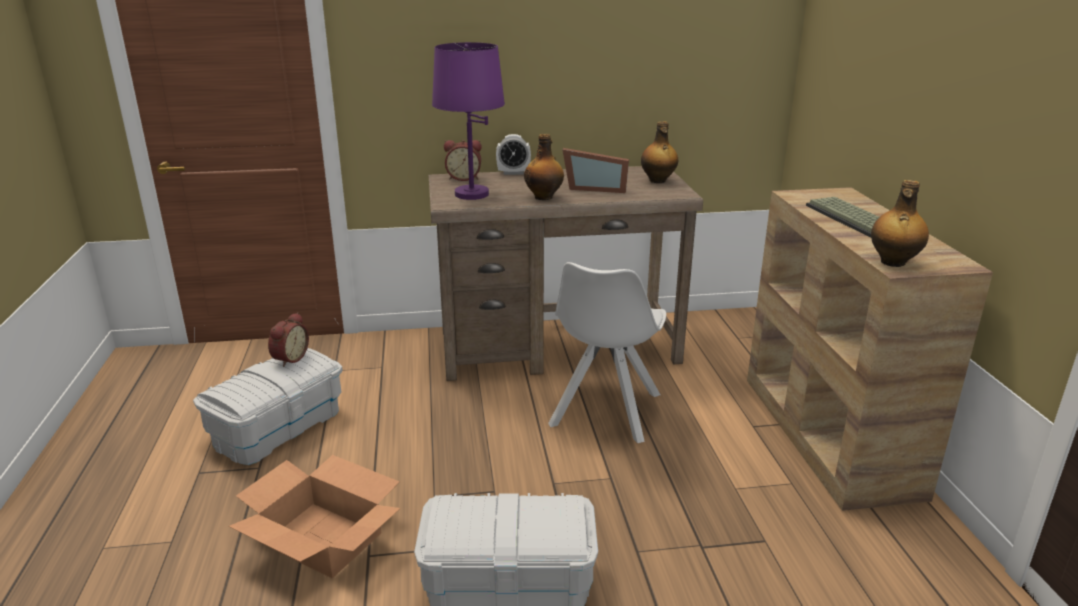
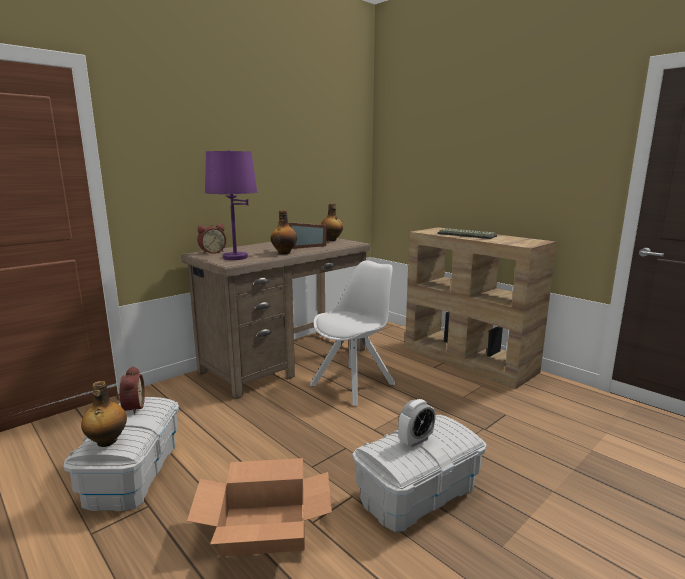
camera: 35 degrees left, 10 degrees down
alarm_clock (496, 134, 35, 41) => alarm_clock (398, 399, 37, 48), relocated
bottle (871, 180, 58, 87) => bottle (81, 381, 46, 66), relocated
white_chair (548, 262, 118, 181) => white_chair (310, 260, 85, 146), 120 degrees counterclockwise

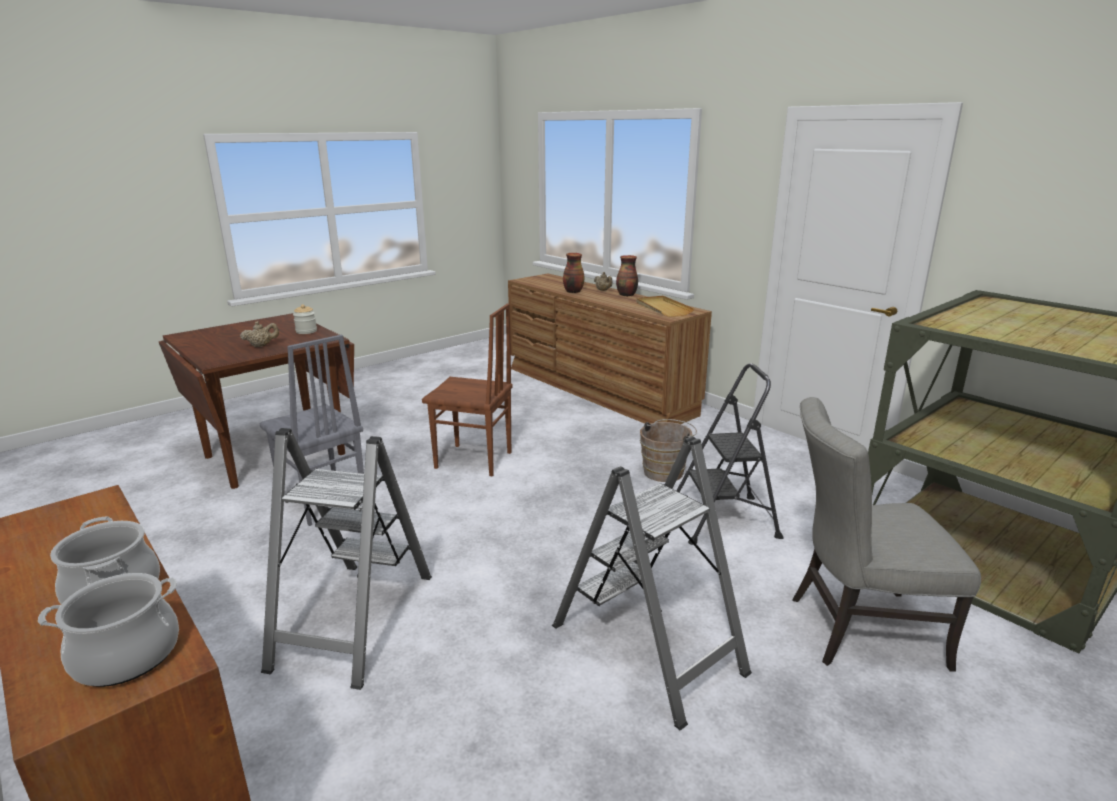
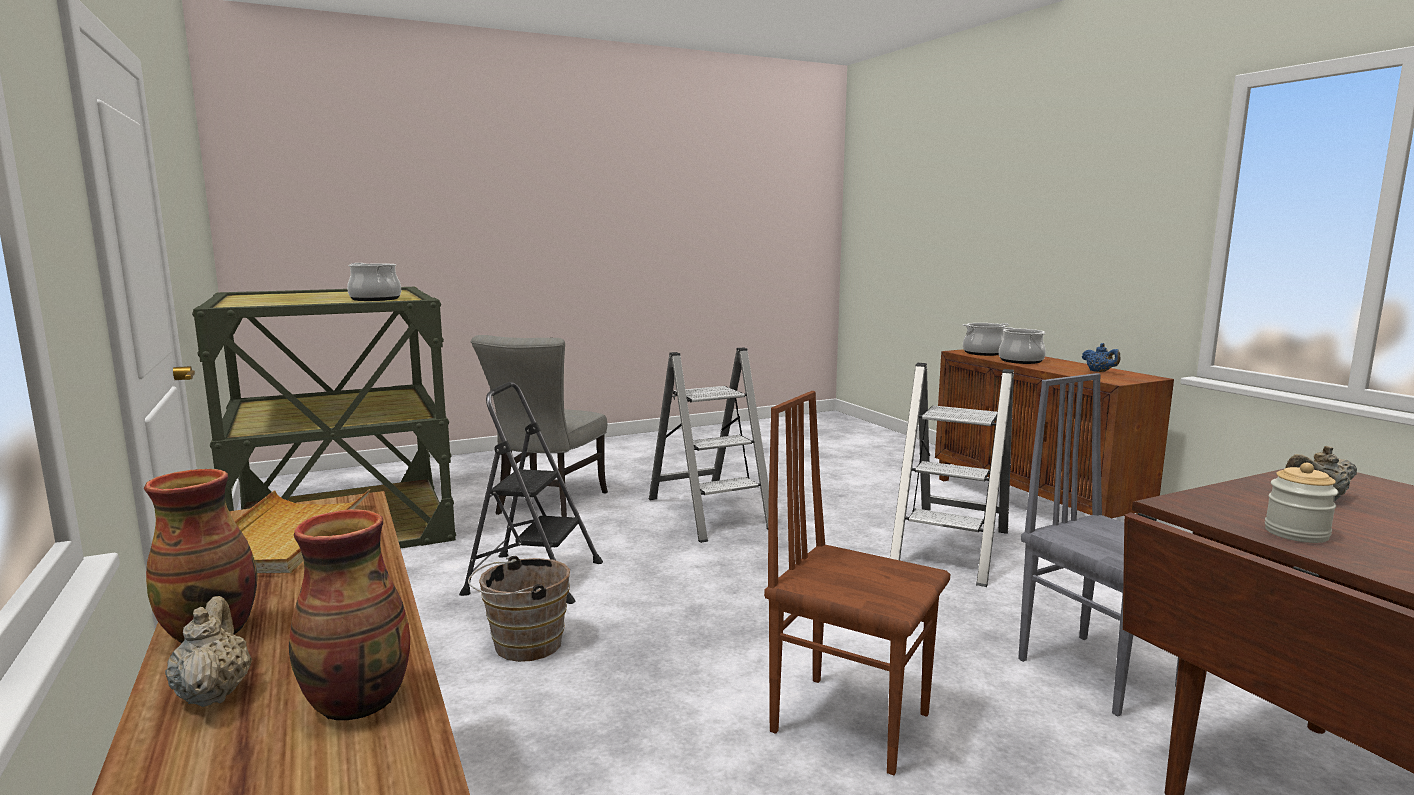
camera: 165 degrees left, 10 degrees down
nothing => cooking_pot (347, 263, 54, 38)
nothing => blue_teapot (1082, 343, 38, 29)
grey_chair (792, 397, 189, 275) => grey_chair (471, 335, 137, 182), 90 degrees clockwise

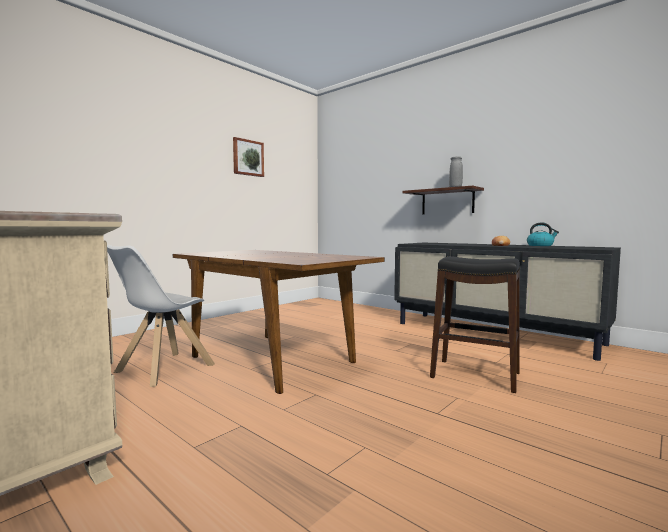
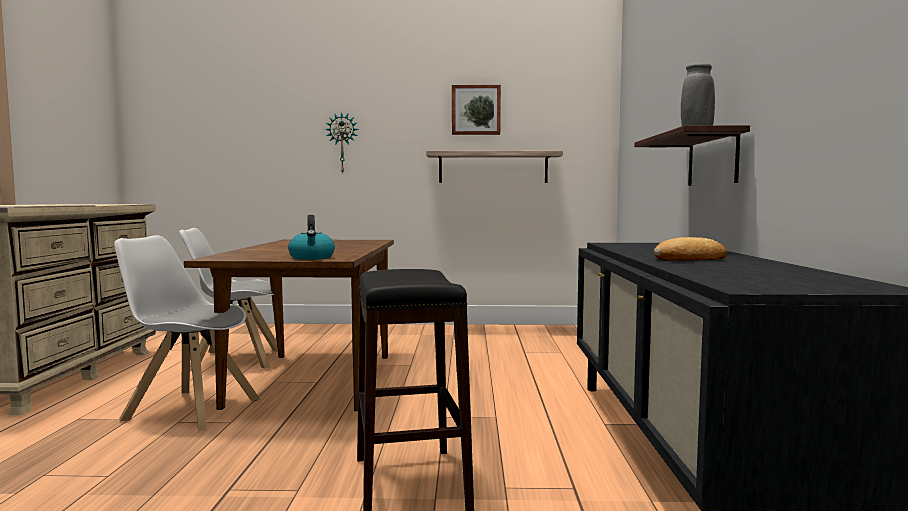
camera: 50 degrees right, 0 degrees up
nothing => chair (114, 235, 146, 196)
nothing => wall_clock (325, 112, 34, 63)
nothing => shelf (426, 151, 137, 32)
kettle (527, 222, 32, 24) => kettle (288, 215, 47, 45), relocated

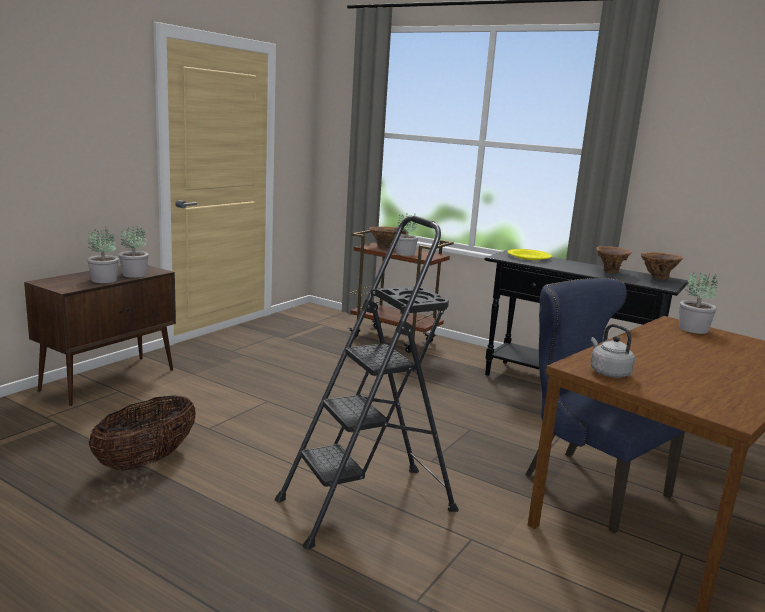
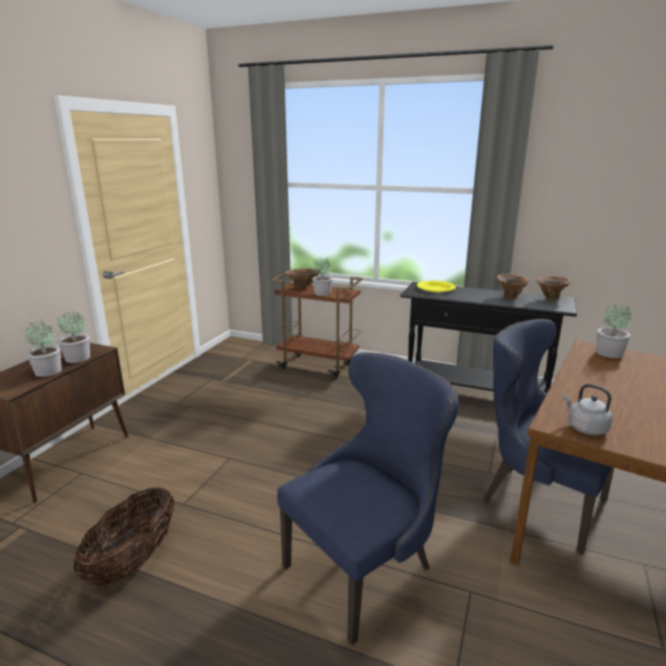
camera: 10 degrees left, 5 degrees up
step_ladder (275, 215, 184, 335) => blue_chair (277, 352, 182, 293)

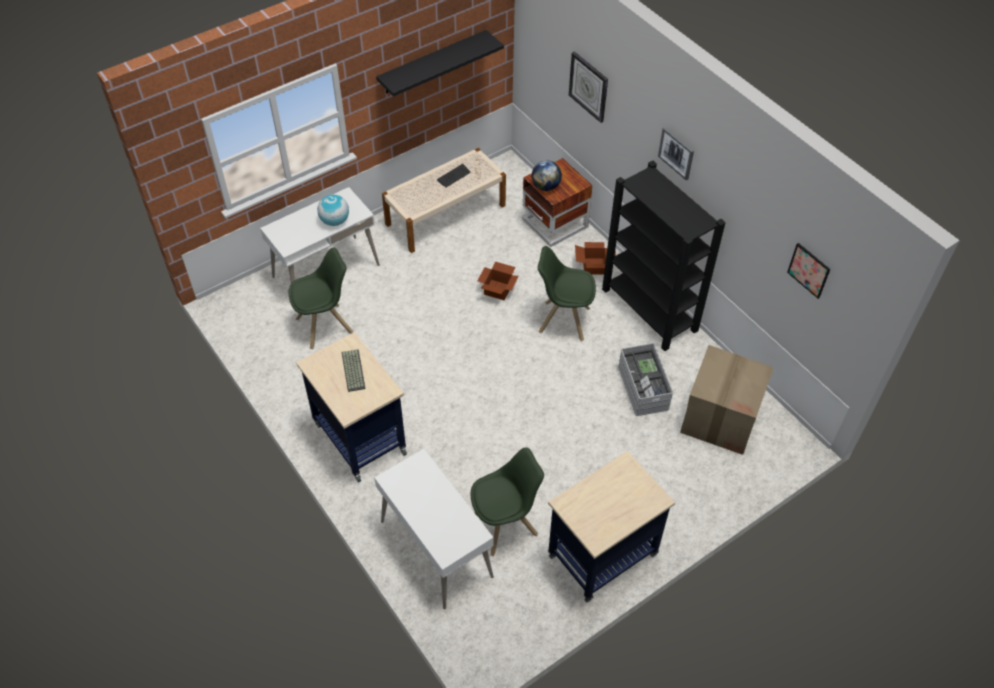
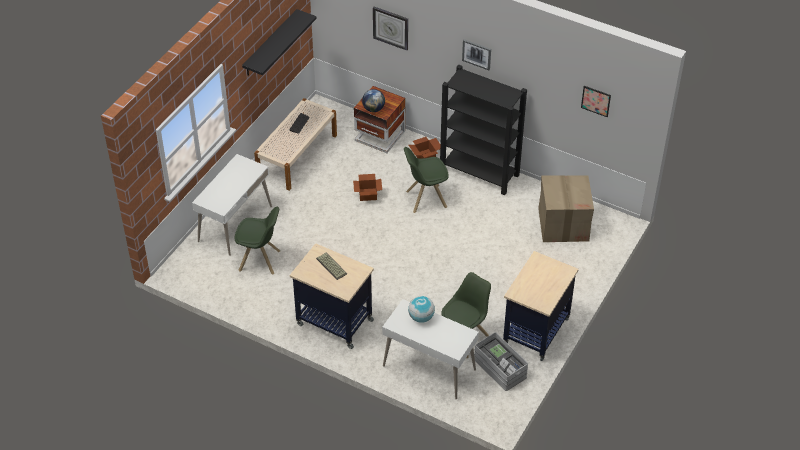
camera: 25 degrees left, 5 degrees down
globe (317, 194, 32, 32) => globe (408, 296, 27, 27), relocated
grey_storage_box (618, 343, 55, 73) => grey_storage_box (474, 332, 54, 59), relocated
green_chair (288, 247, 65, 102) => green_chair (235, 207, 45, 68), 60 degrees clockwise

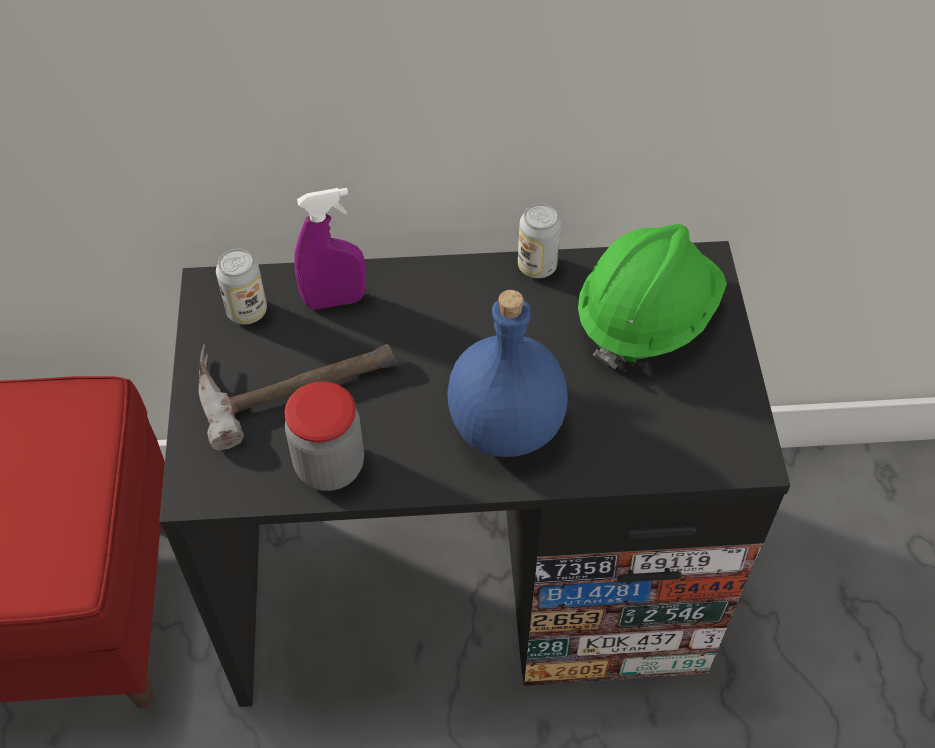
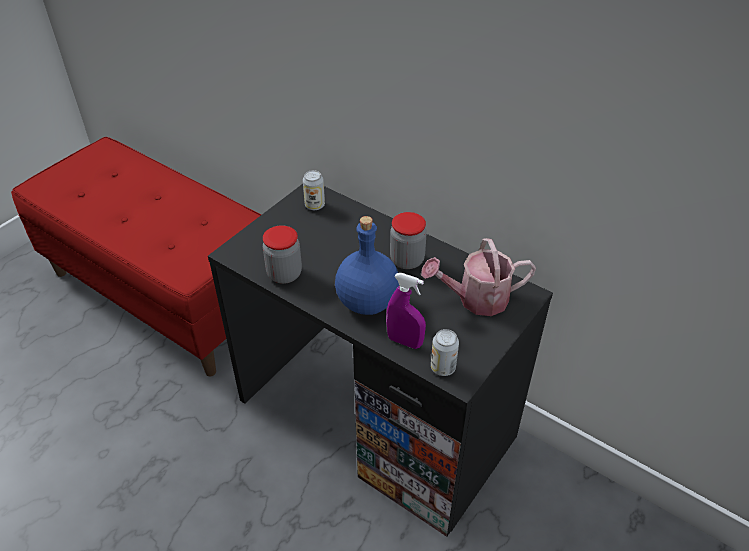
camera: 40 degrees right, 10 degrees down
hammer (199, 343, 198, 108) => nothing
nothing => jar (390, 212, 37, 57)
purple_spray_bottle (294, 188, 72, 122) => purple_spray_bottle (386, 273, 40, 76), relocated
can (518, 203, 43, 75) => can (431, 329, 28, 47), relocated
green_hard_hat (578, 224, 149, 145) => watering_can (421, 238, 115, 78)

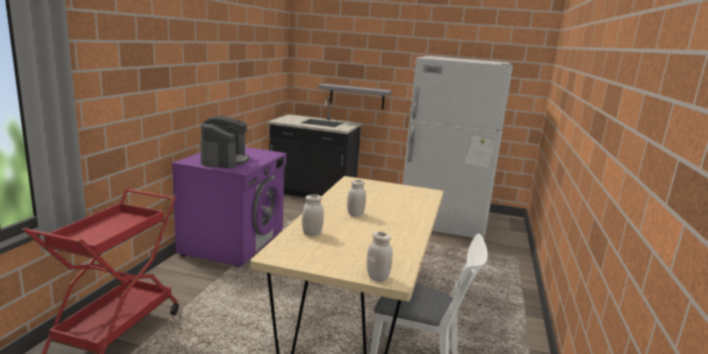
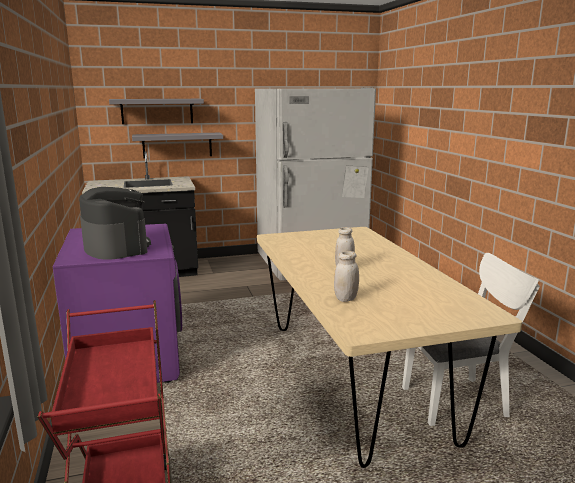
camera: 30 degrees left, 0 degrees up
white_jar (366, 231, 26, 50) => nothing
nothing => grey_shelf (109, 99, 95, 25)

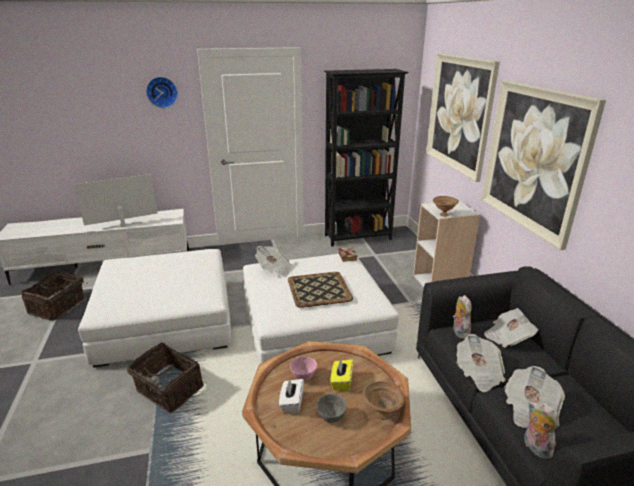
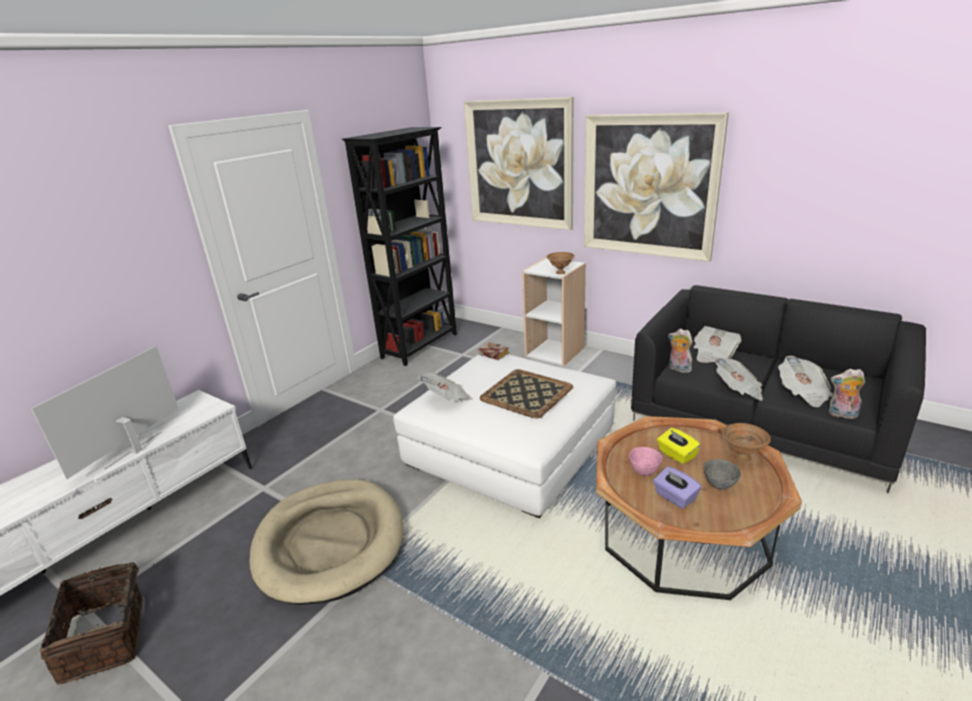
camera: 40 degrees left, 0 degrees up
basket (127, 342, 77, 71) => nothing
wall_clock (146, 77, 32, 31) => nothing
white_ottoman (78, 249, 153, 119) => beige_dog_bed (249, 479, 155, 126)
white_tissue_box (279, 378, 25, 36) => purple_tissue_box (653, 466, 48, 43)

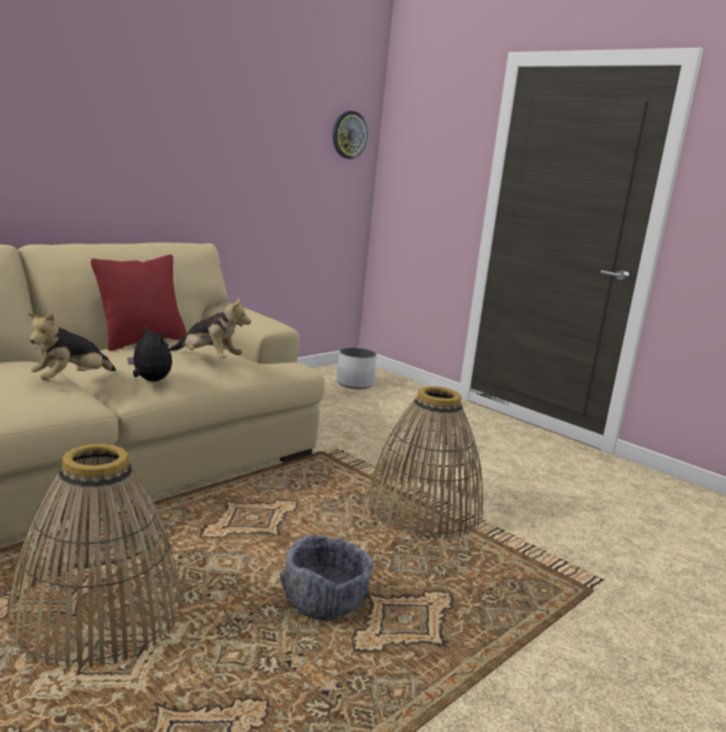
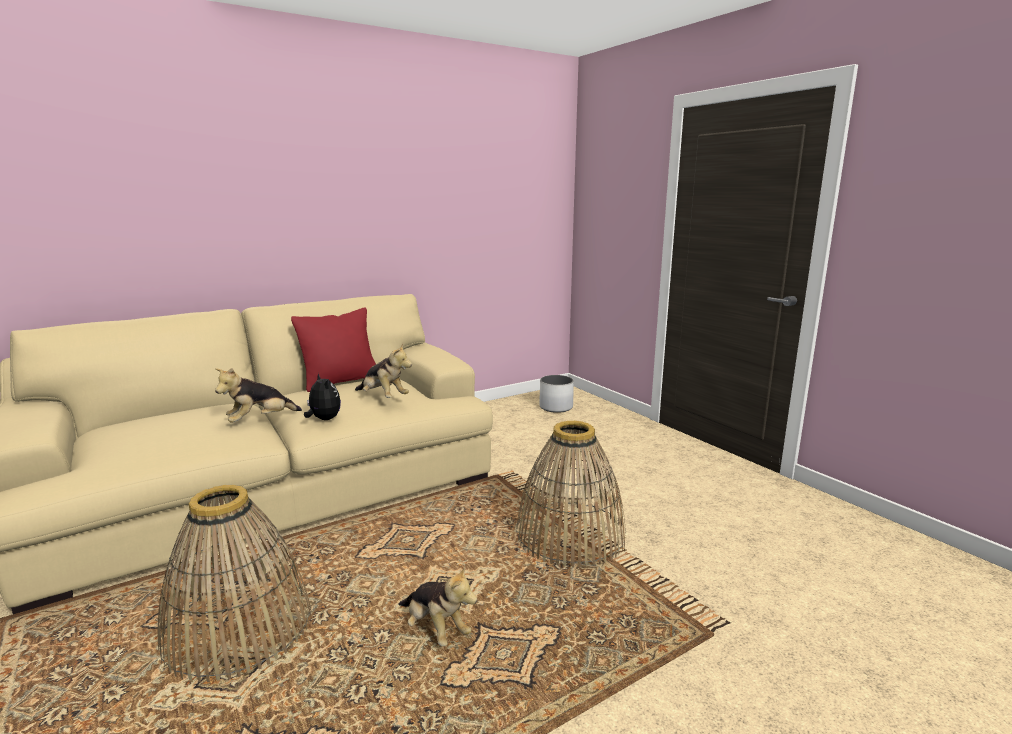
camera: 15 degrees right, 0 degrees up
wall_clock (333, 111, 35, 48) => nothing
grey_bowl (280, 535, 93, 86) => plush_toy (398, 566, 80, 80)

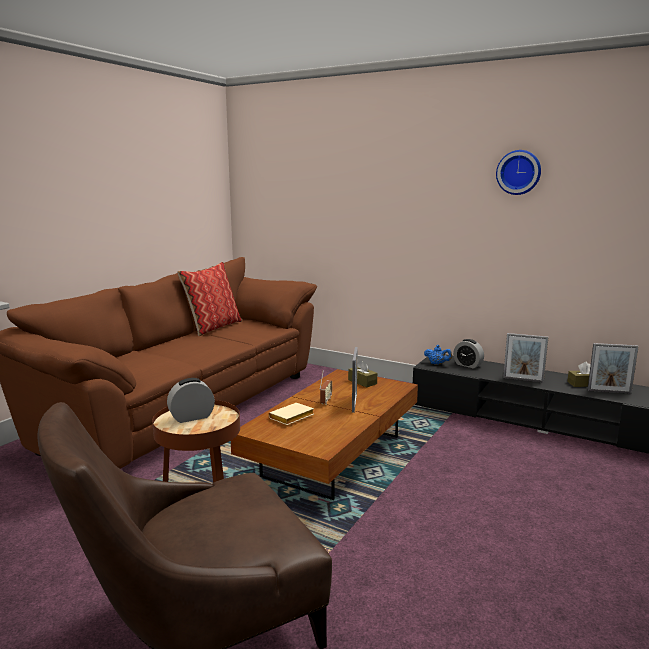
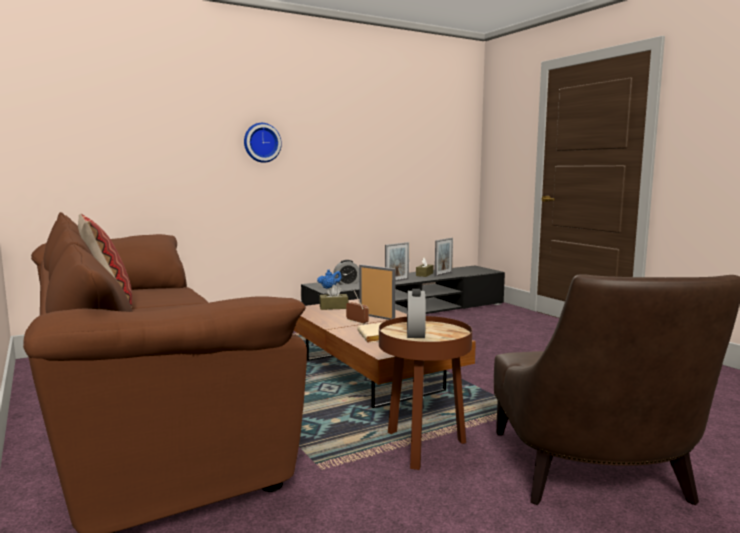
camera: 60 degrees left, 5 degrees down
wall_clock (496, 150, 45, 45) => wall_clock (244, 123, 38, 40), relocated

